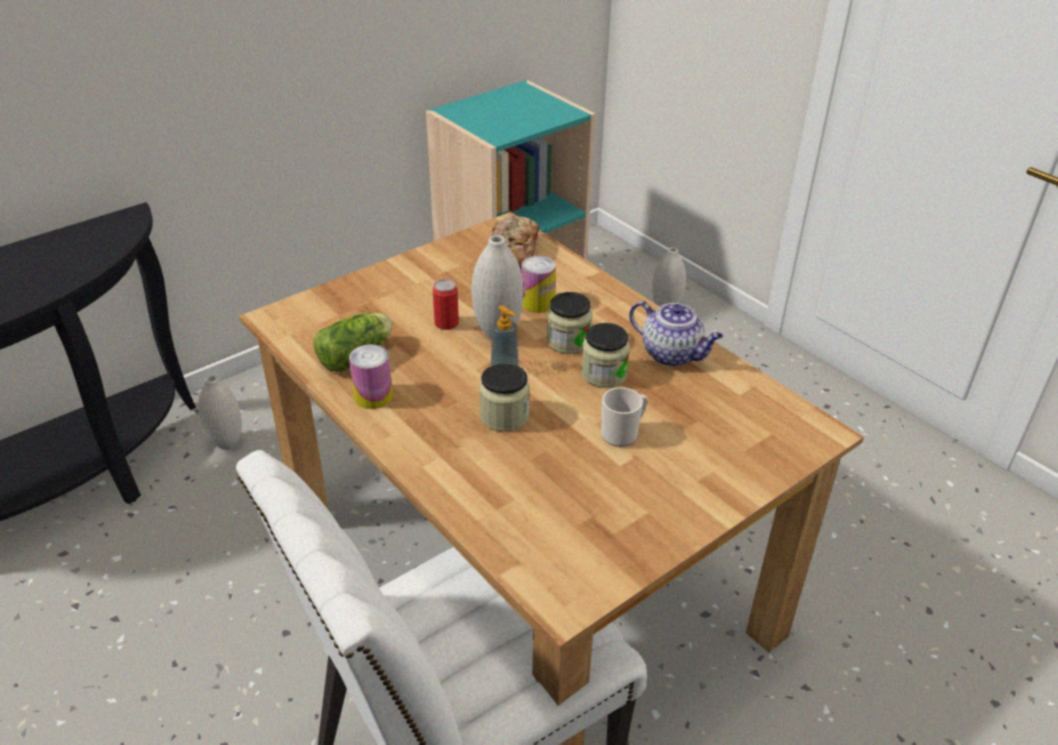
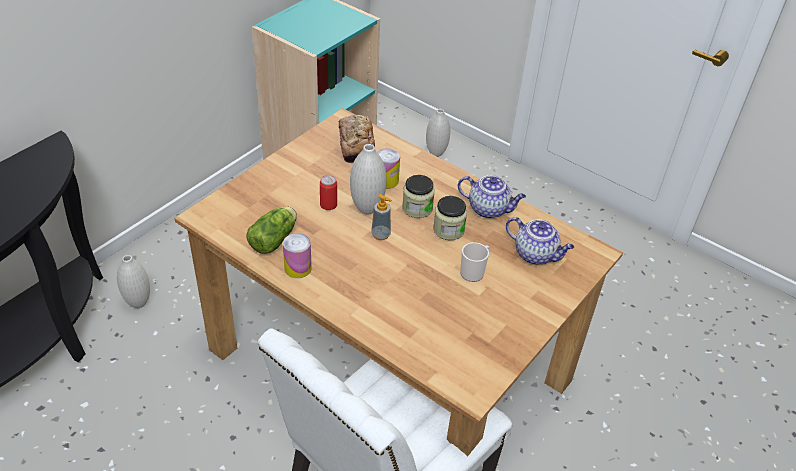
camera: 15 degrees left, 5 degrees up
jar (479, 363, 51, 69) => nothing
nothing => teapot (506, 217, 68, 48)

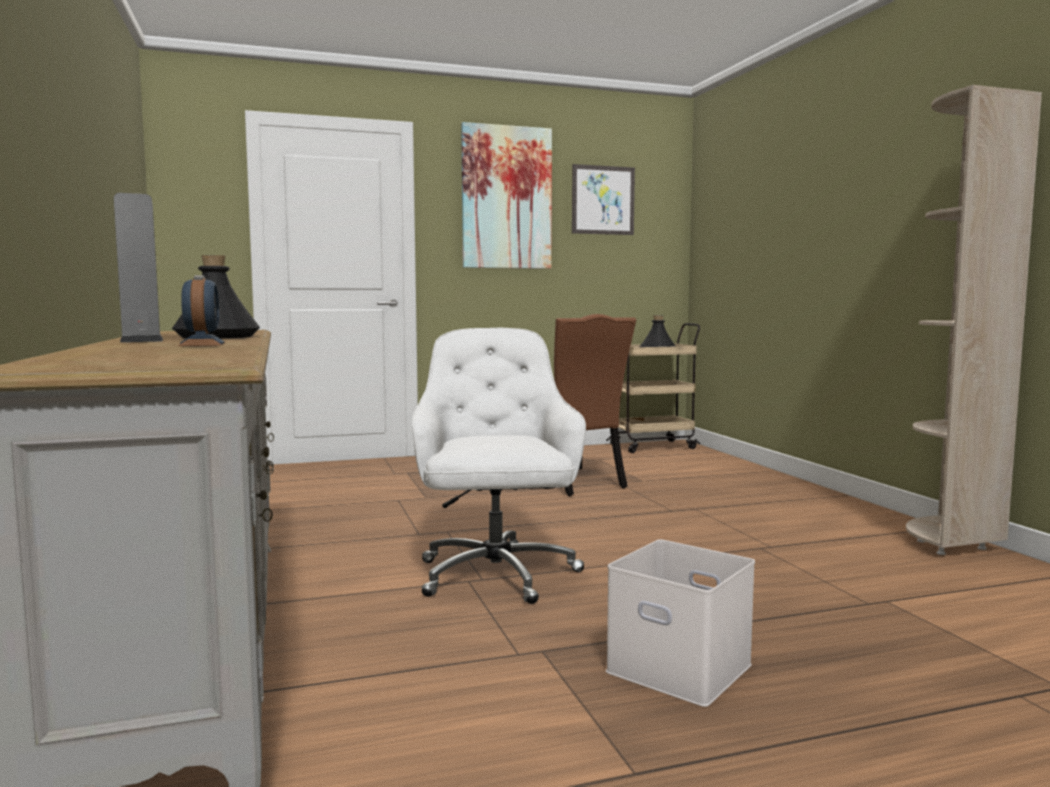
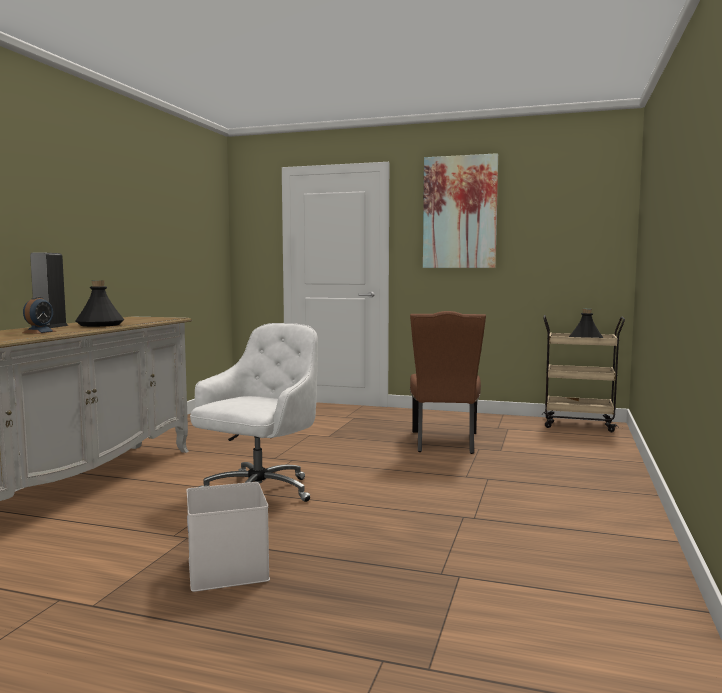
camera: 35 degrees right, 0 degrees up
picture (572, 164, 63, 71) => nothing
beige_bookcase (906, 85, 136, 470) => nothing

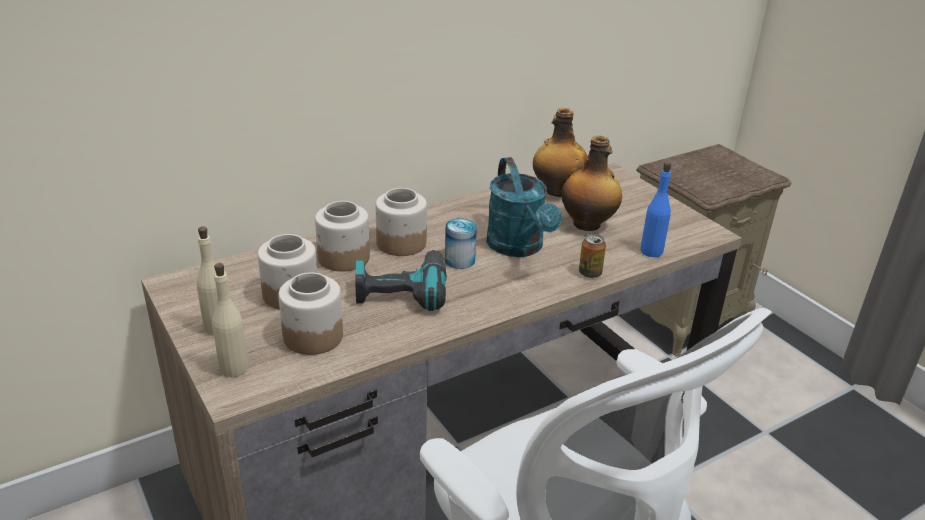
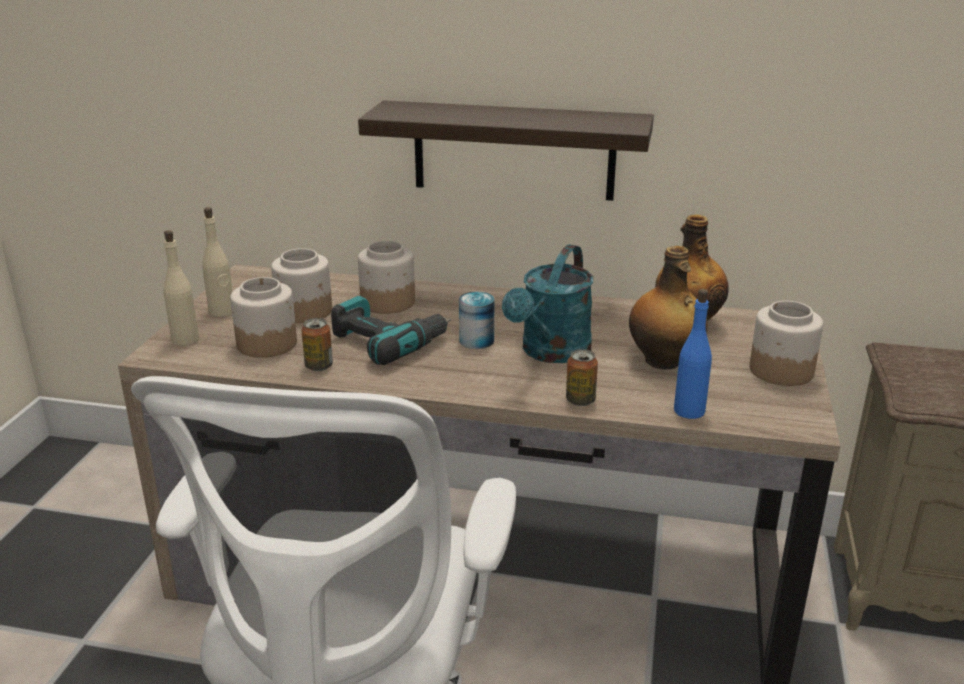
camera: 45 degrees right, 5 degrees down
nothing => can (301, 318, 32, 53)
nothing => shelf (358, 100, 296, 101)
jar (376, 188, 51, 68) => jar (750, 301, 73, 85), relocated

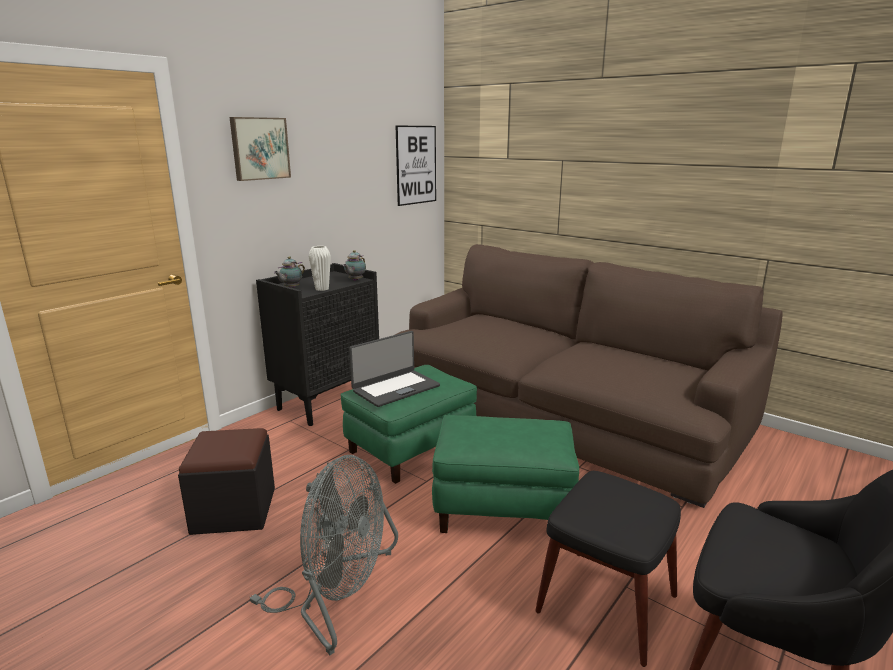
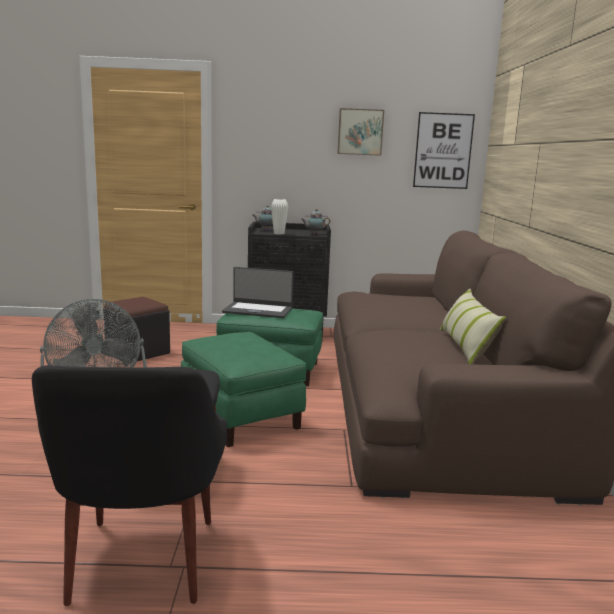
camera: 50 degrees right, 5 degrees down
nothing => pillow (440, 289, 66, 75)
picture (229, 117, 62, 64) => picture (337, 108, 47, 48), relocated

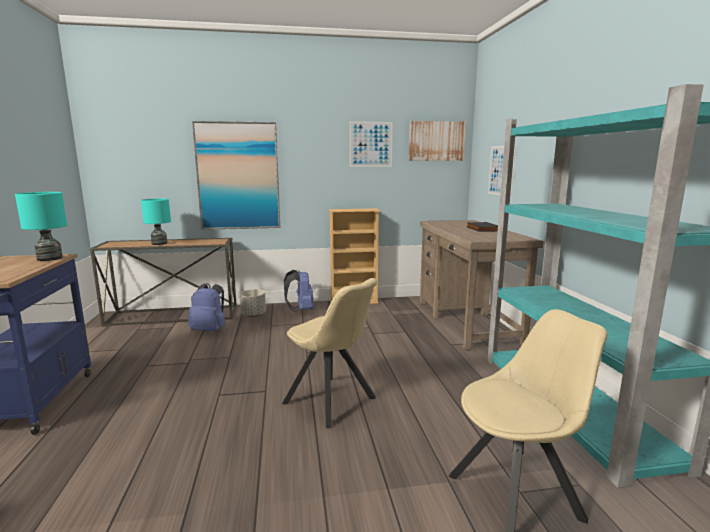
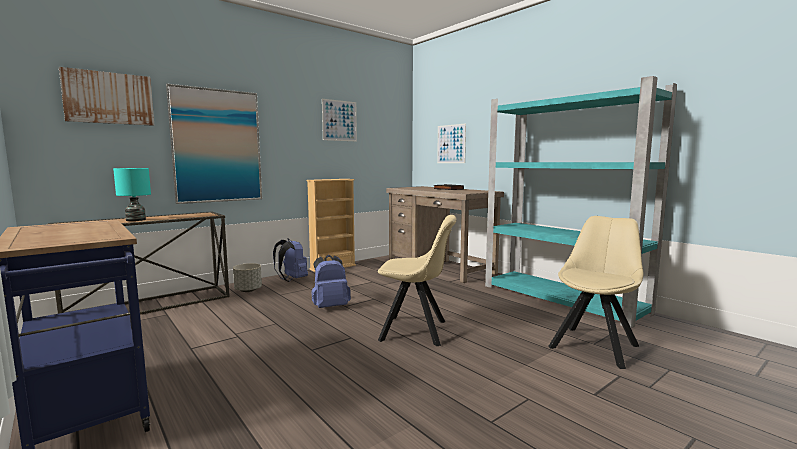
camera: 30 degrees left, 5 degrees down
turquoise_table_lamp (15, 192, 52, 69) => nothing
blue_backpack (188, 283, 37, 48) => blue_backpack (312, 255, 39, 53), relocated
picture (409, 121, 57, 40) => picture (59, 67, 95, 59), relocated

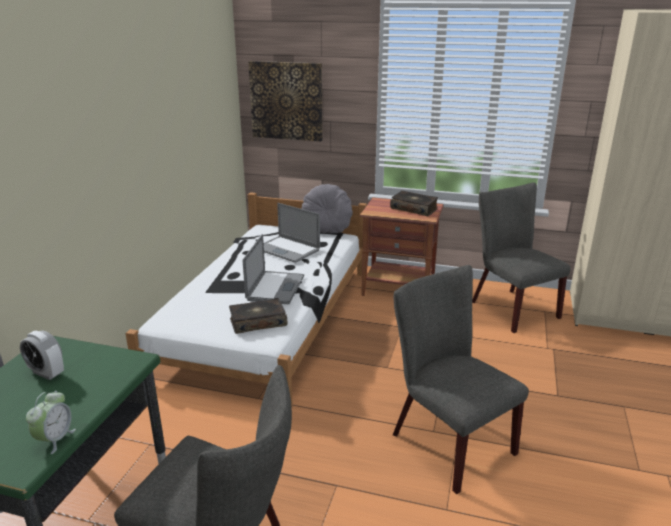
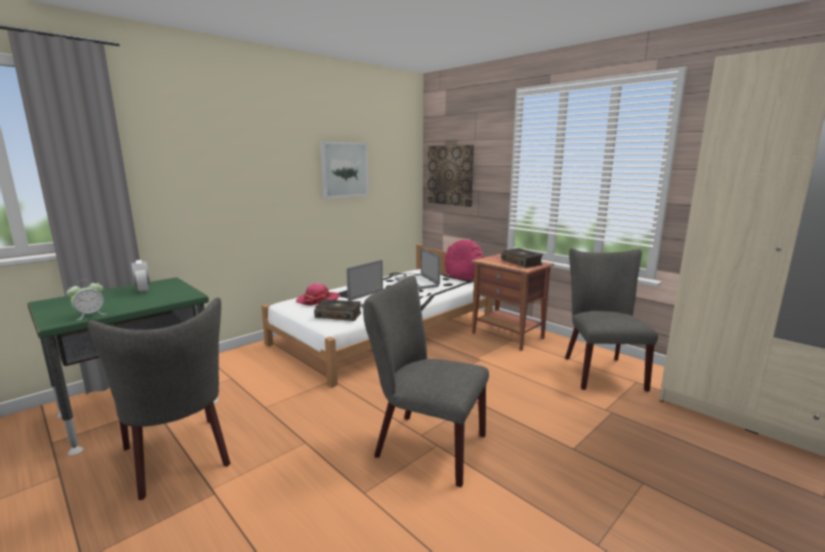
camera: 30 degrees right, 10 degrees down
nothing => hat (296, 283, 44, 23)
nothing => picture (320, 142, 49, 57)
grey_pillow (302, 184, 51, 49) => pink_pillow (445, 240, 38, 40)
grey_chair (393, 265, 136, 229) => grey_chair (363, 275, 126, 212), 60 degrees counterclockwise

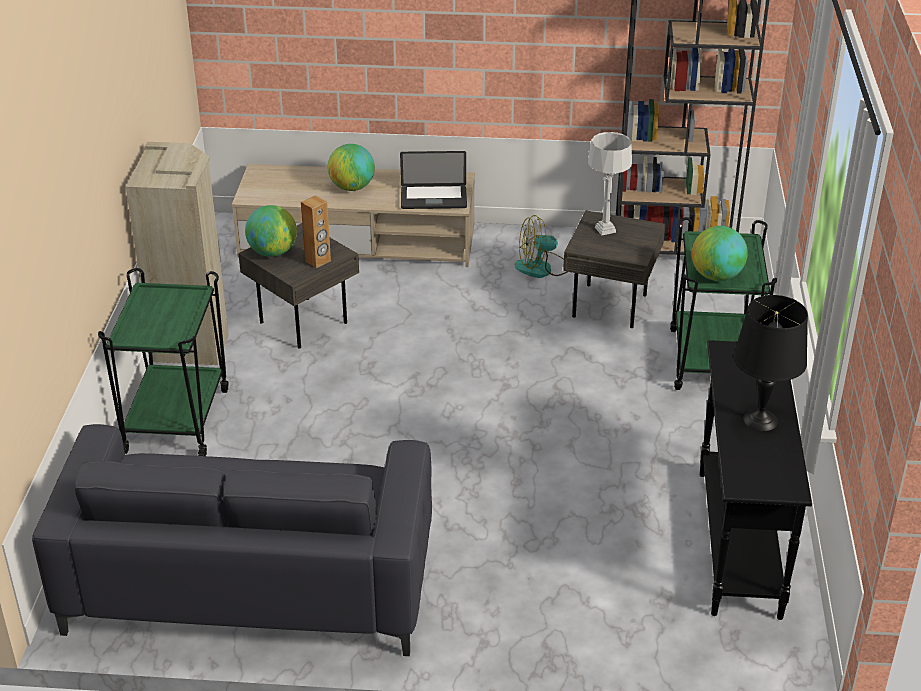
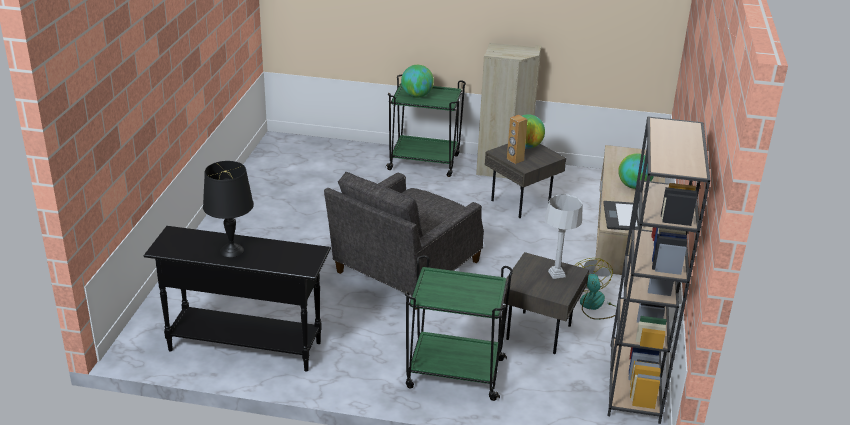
camera: 95 degrees right, 5 degrees down
grey_sofa (32, 424, 400, 232) => nothing
nothing => grey_armchair (324, 172, 160, 138)
globe (692, 226, 56, 55) => globe (401, 65, 33, 32), relocated

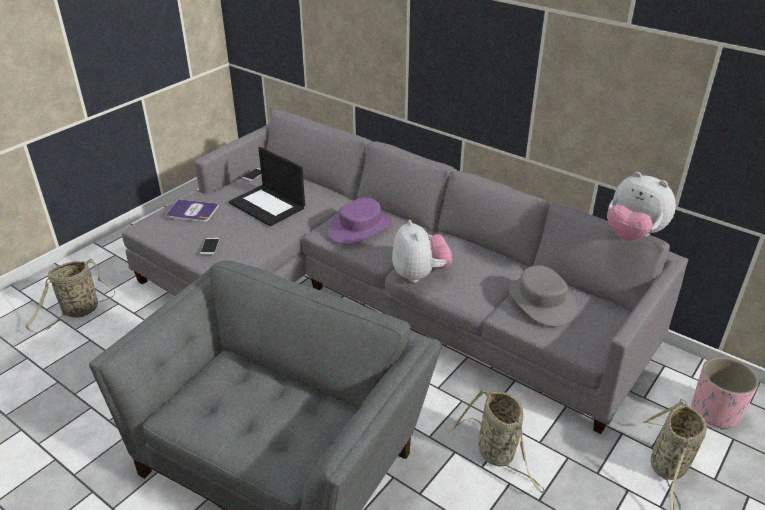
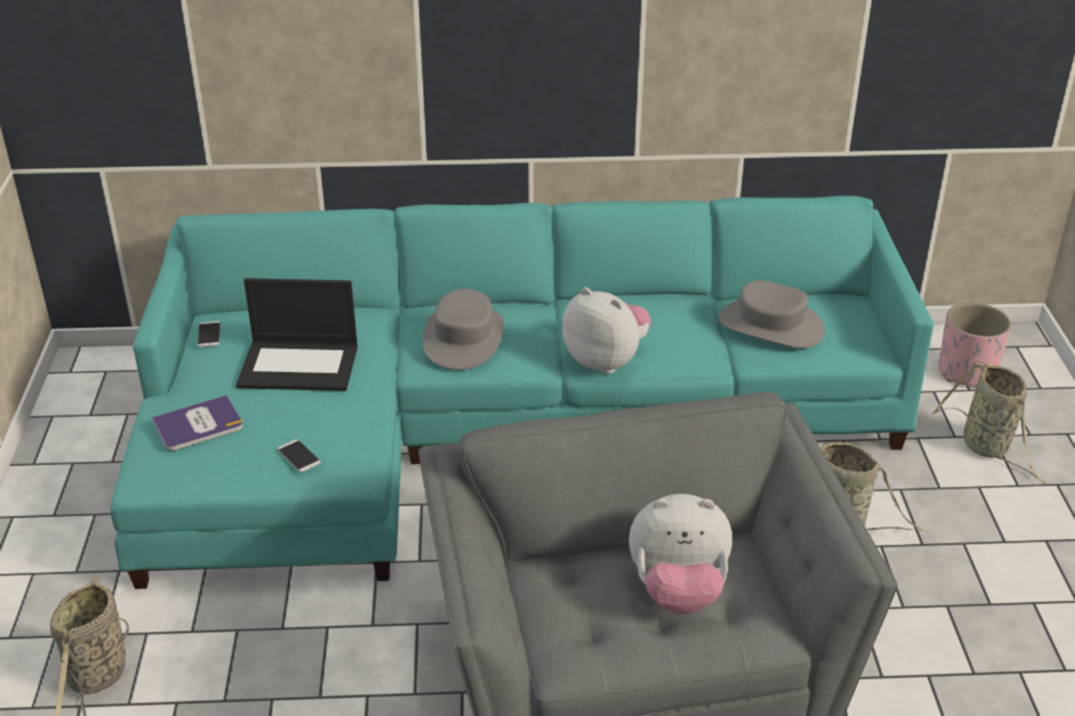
camera: 40 degrees left, 0 degrees up
plush_toy (607, 172, 69, 69) => plush_toy (629, 494, 103, 120), relocated
grey_sofa (122, 110, 566, 324) => turquoise_sofa (110, 196, 824, 393)
purple_hat (328, 197, 64, 47) => grey_hat (423, 289, 81, 81)

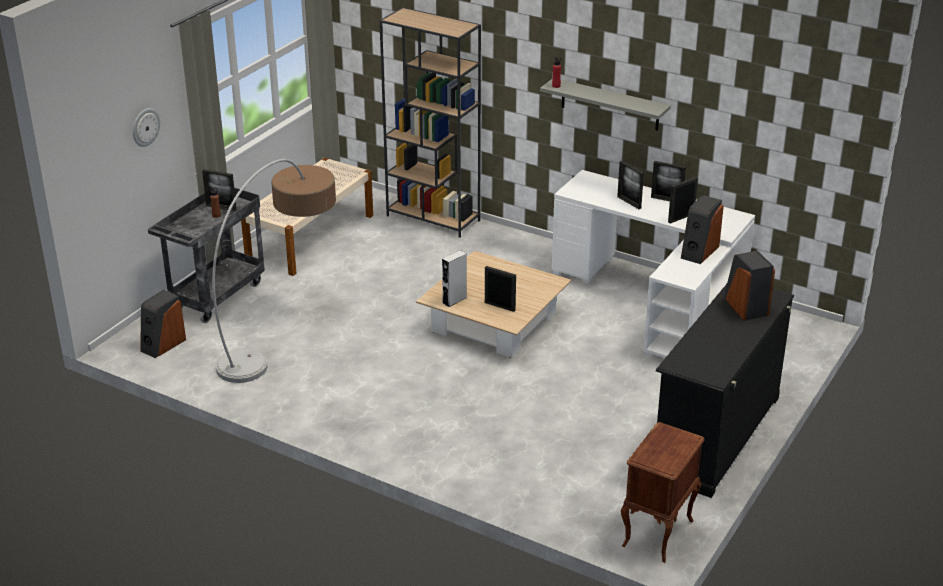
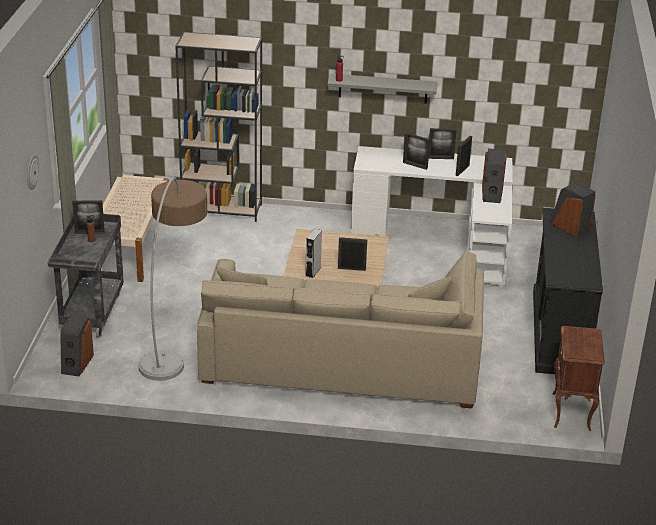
camera: 25 degrees left, 0 degrees up
nothing => beige_sofa (197, 251, 287, 157)

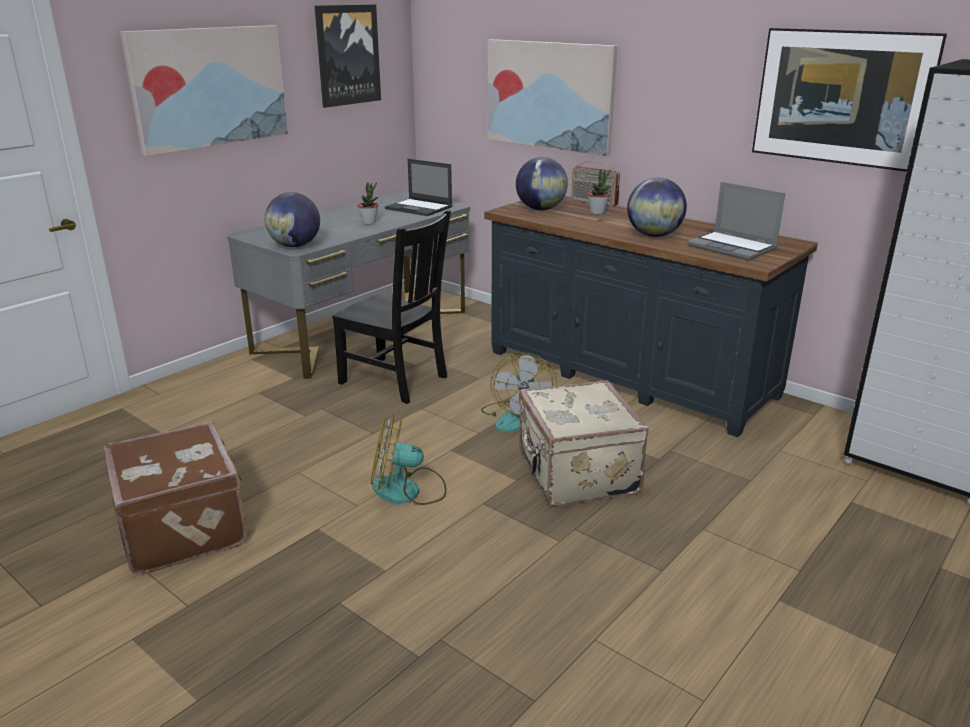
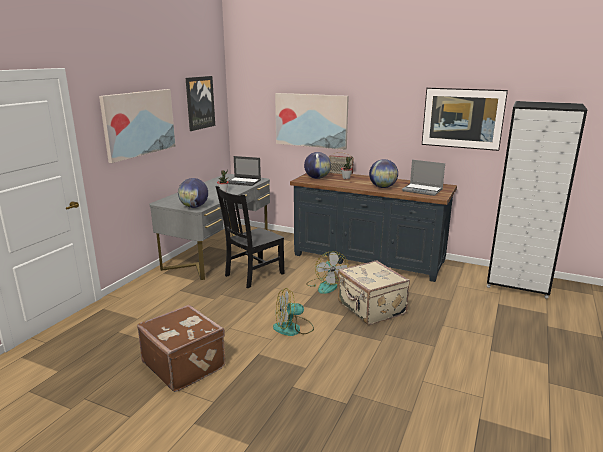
camera: 15 degrees left, 5 degrees down
black_chair (332, 210, 119, 194) => black_chair (216, 186, 69, 102), 120 degrees clockwise

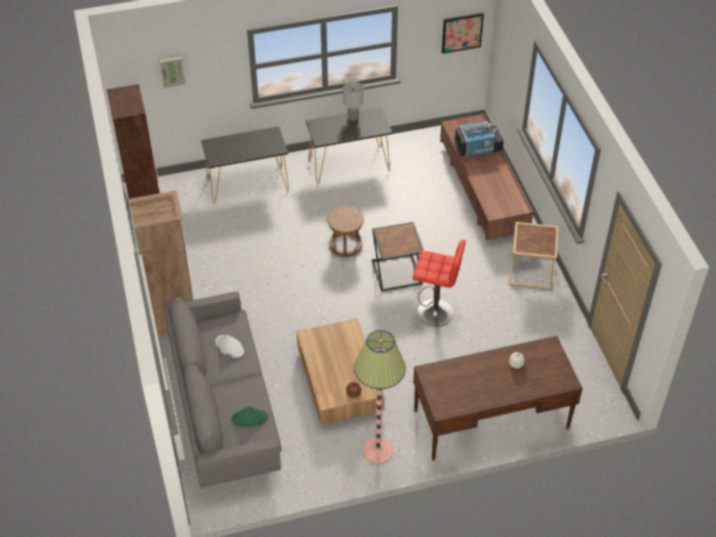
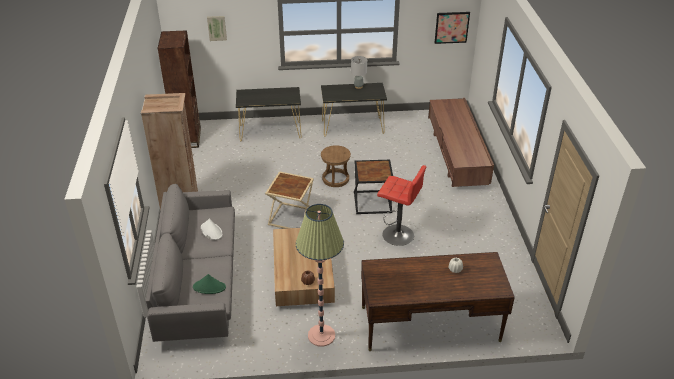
camera: 10 degrees right, 10 degrees down
television (455, 120, 49, 38) => nothing
beige_side_table (509, 222, 49, 67) => beige_side_table (265, 171, 49, 58), relocated

